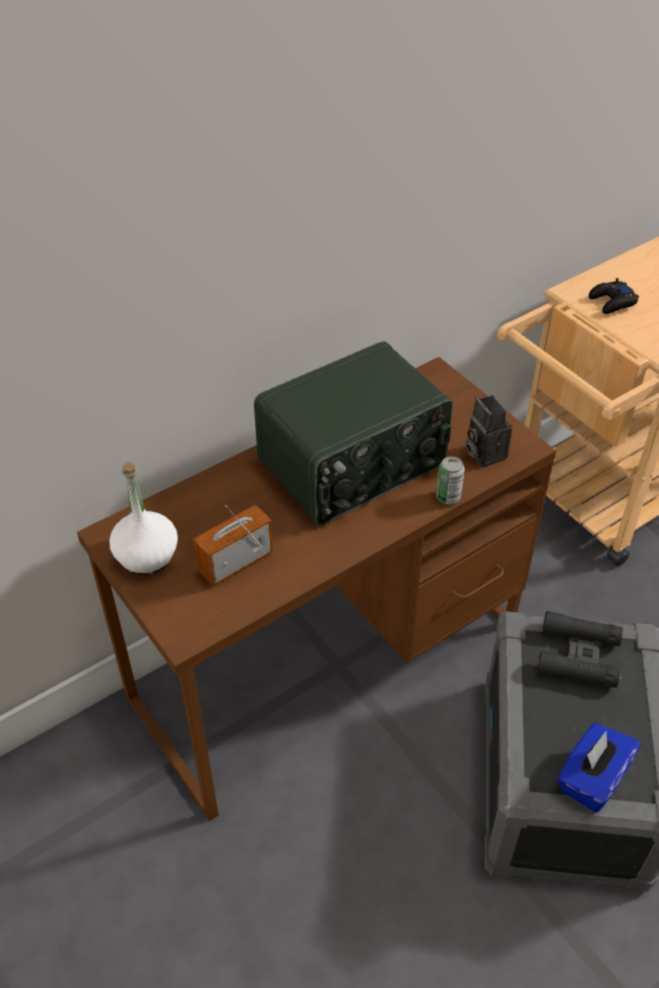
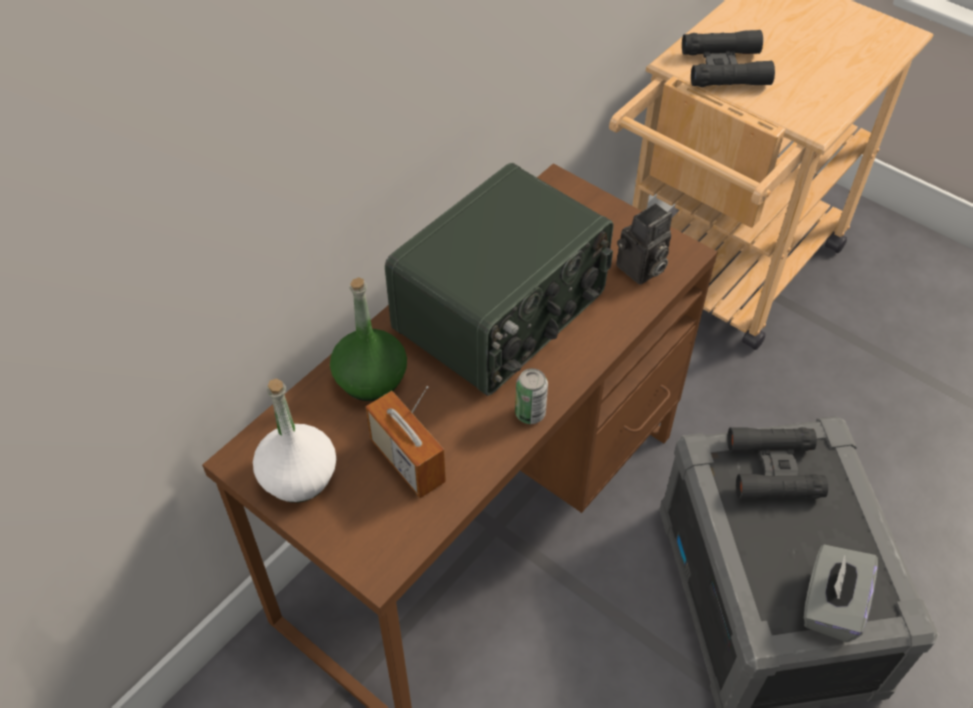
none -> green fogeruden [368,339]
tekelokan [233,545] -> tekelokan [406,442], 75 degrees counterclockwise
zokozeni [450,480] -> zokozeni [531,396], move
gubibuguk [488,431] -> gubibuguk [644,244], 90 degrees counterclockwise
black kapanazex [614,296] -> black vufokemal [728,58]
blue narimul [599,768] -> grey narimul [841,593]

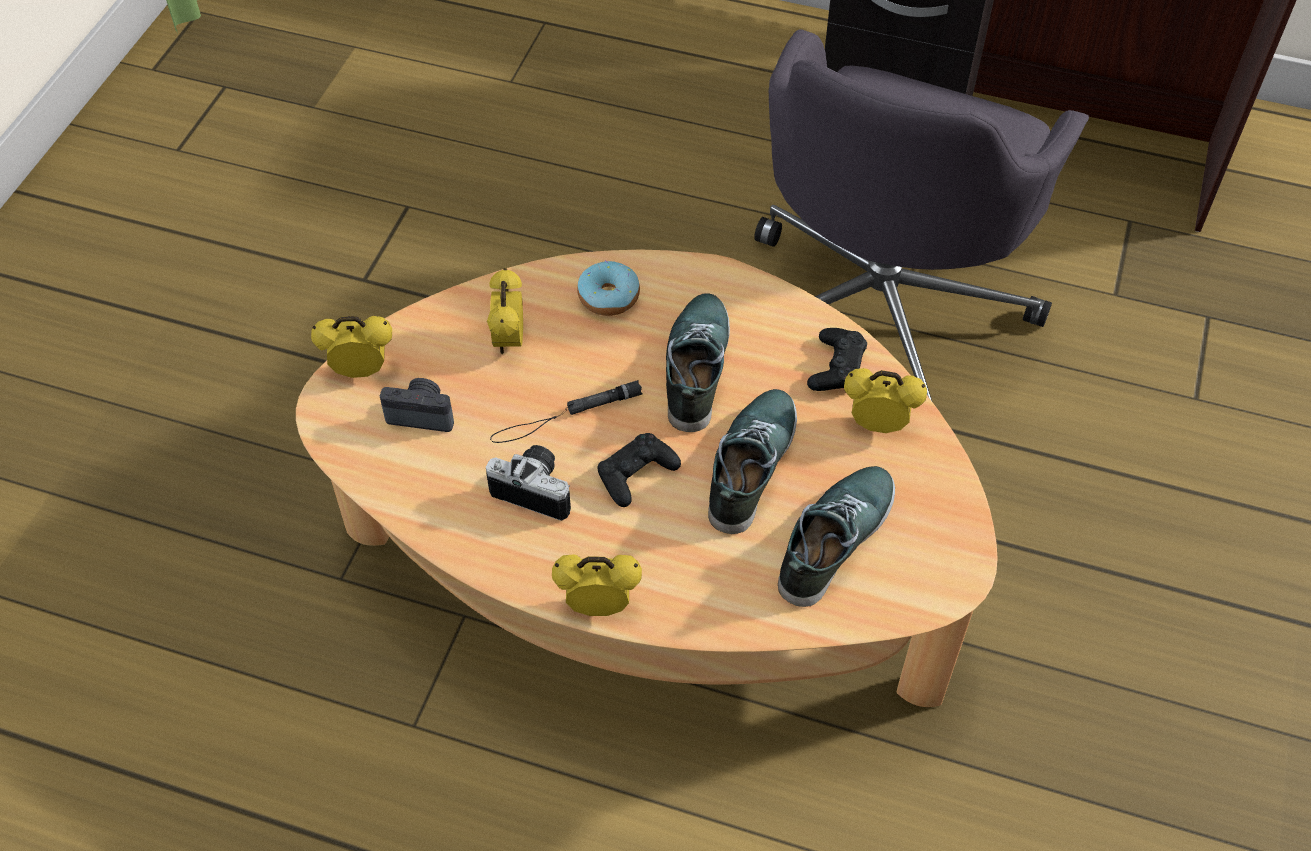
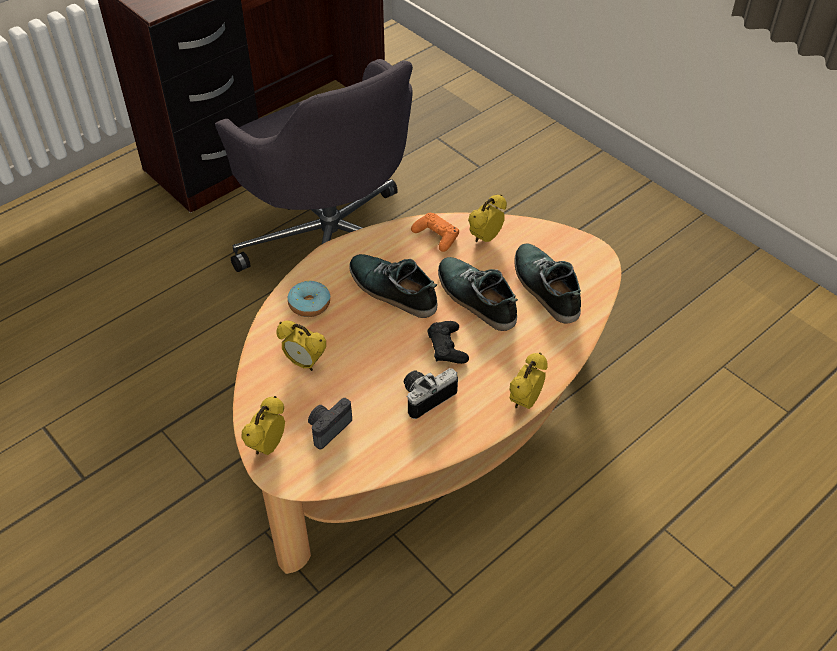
black kapanazex [837,359] -> orange kapanazex [435,232]
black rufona [566,411] -> none

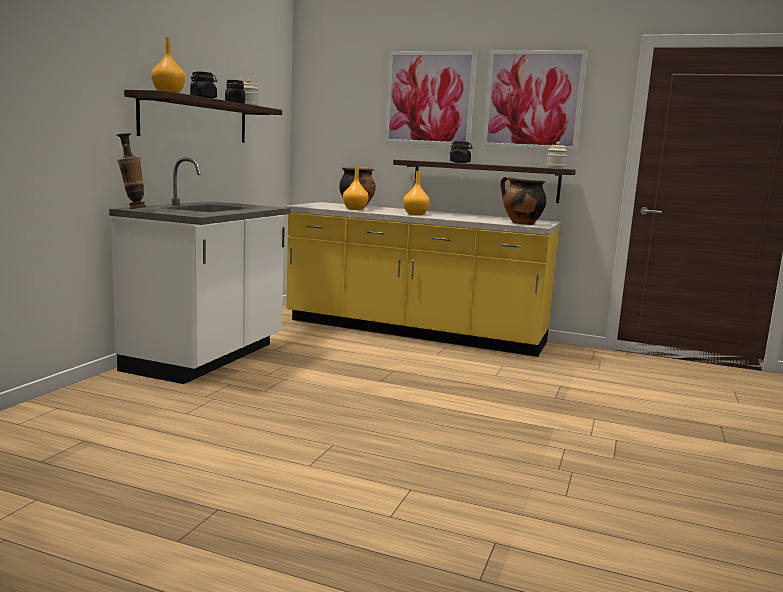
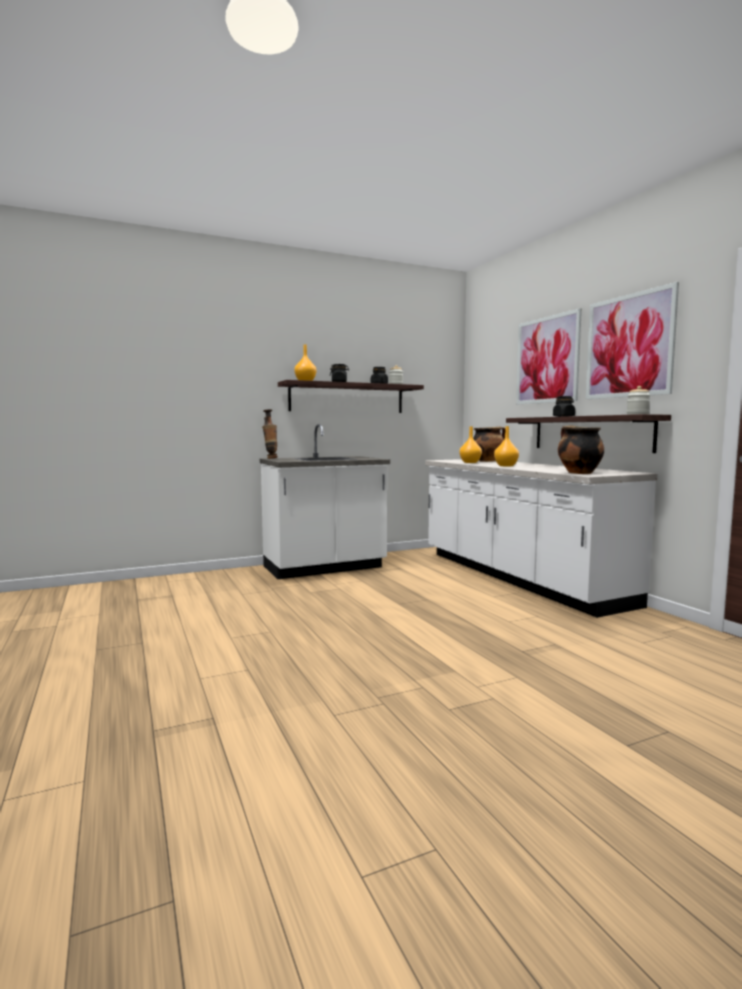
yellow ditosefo [423,279] -> white ditosefo [541,538]

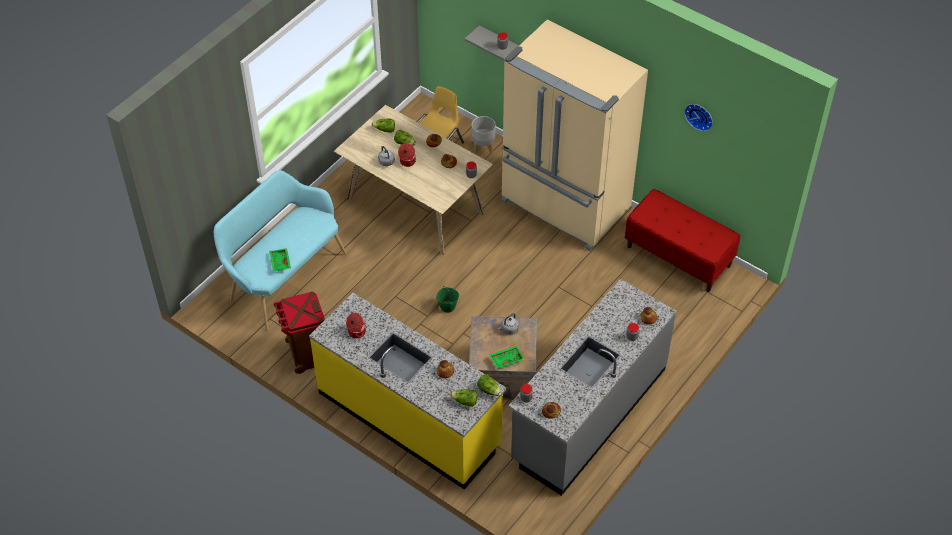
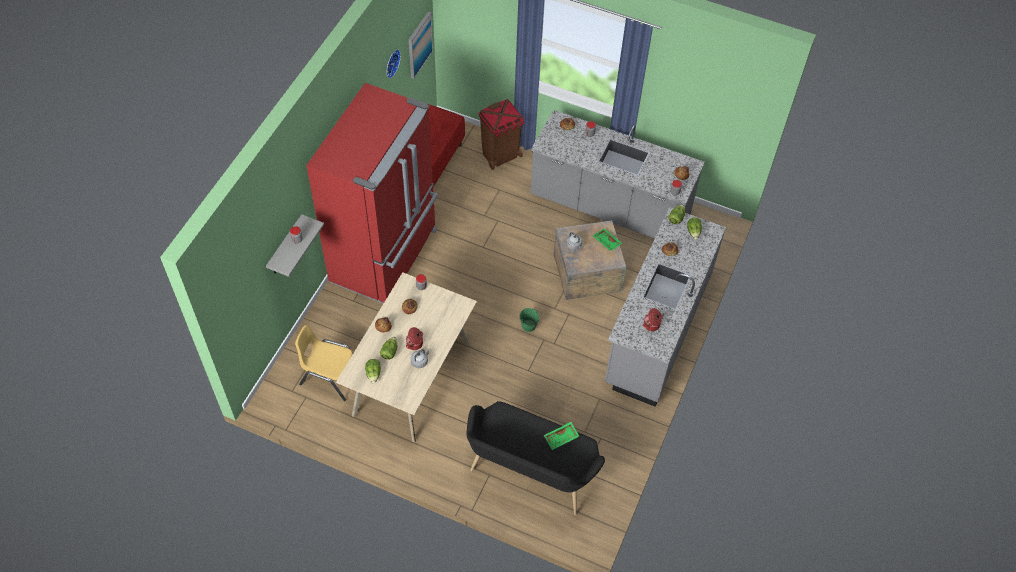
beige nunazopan [574,135] -> red nunazopan [372,193]
none -> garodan [420,45]
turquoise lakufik [280,250] -> black lakufik [535,458]
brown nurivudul [299,333] -> brown nurivudul [502,134], move
yellow ditosefo [408,391] -> grey ditosefo [665,307]
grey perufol [483,135] -> none

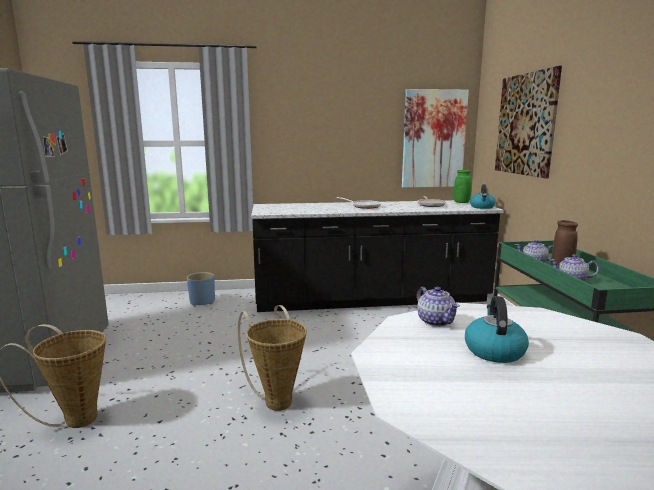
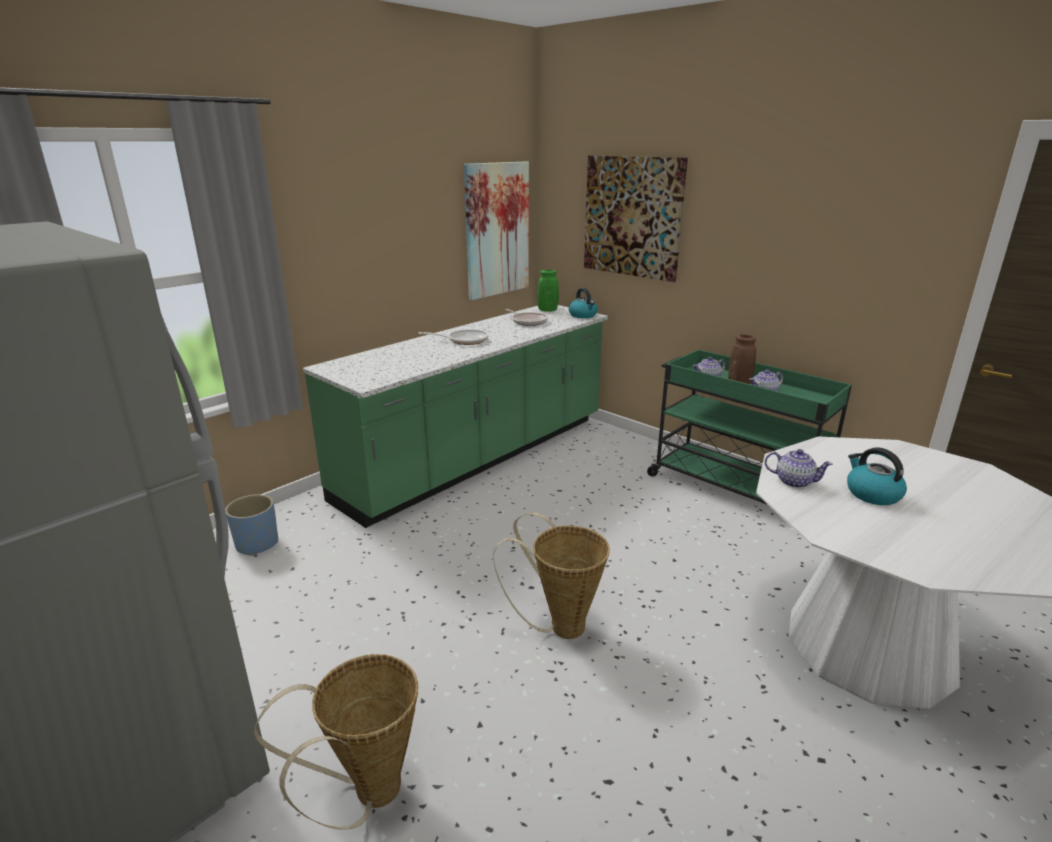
black ditosefo [377,256] -> green ditosefo [455,416]

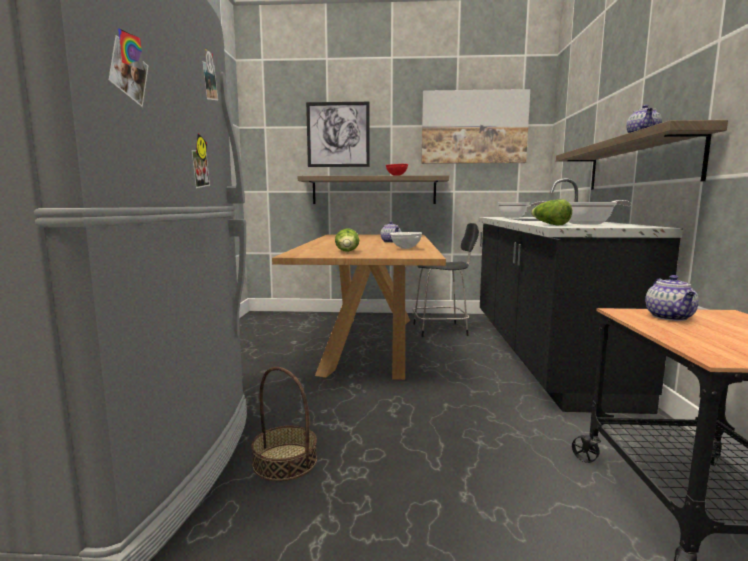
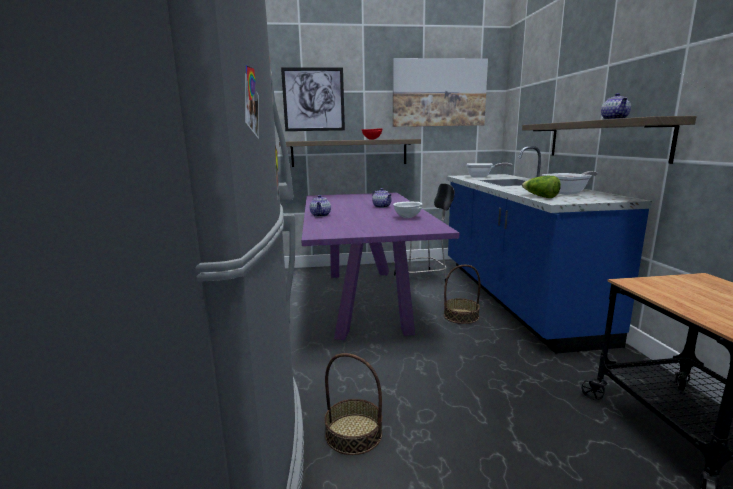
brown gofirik [359,307] -> purple gofirik [380,266]
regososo [672,298] -> regososo [320,206], move
none -> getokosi [462,294]
black ditosefo [580,296] -> blue ditosefo [549,250]
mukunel [347,240] -> none

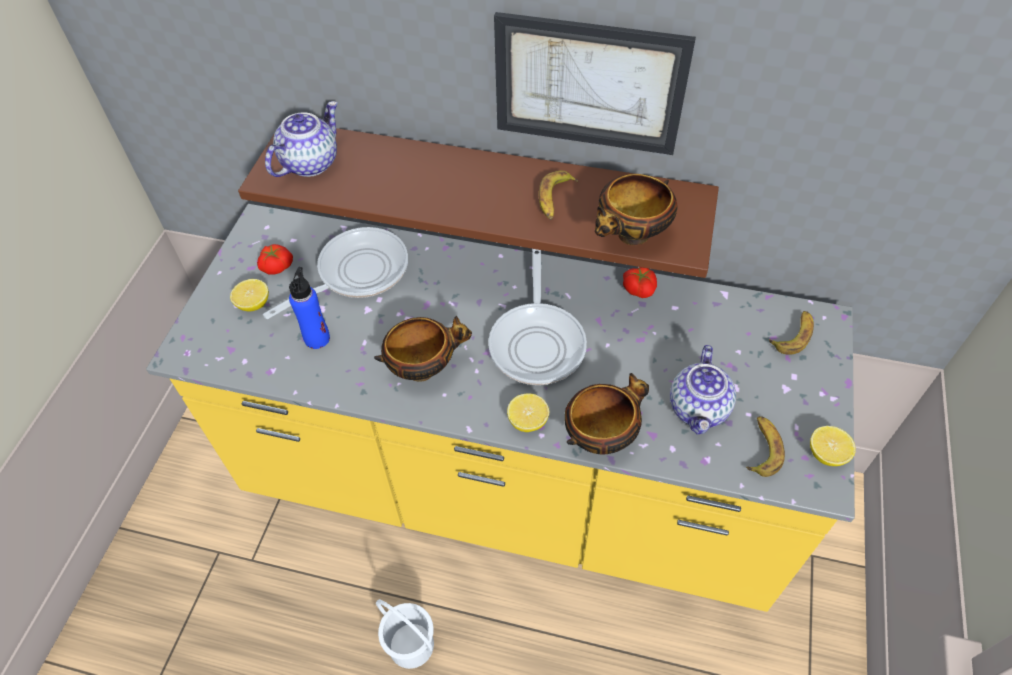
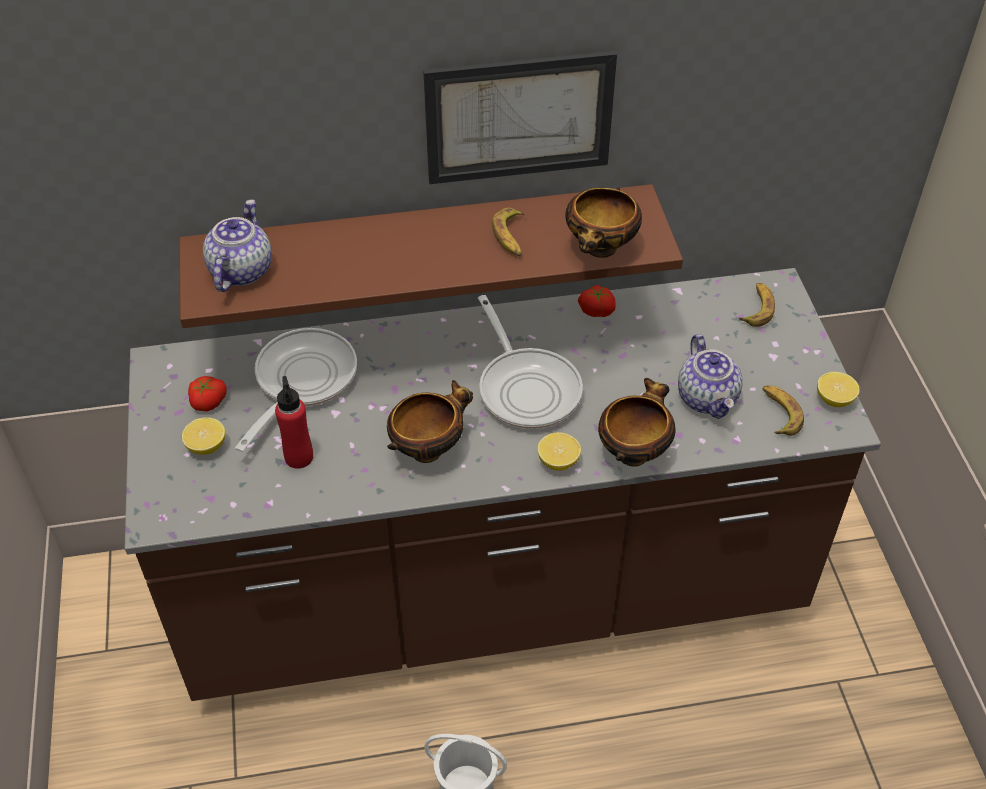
yellow ditosefo [500,408] -> brown ditosefo [503,484]
blue fogeruden [309,308] -> red fogeruden [294,422]

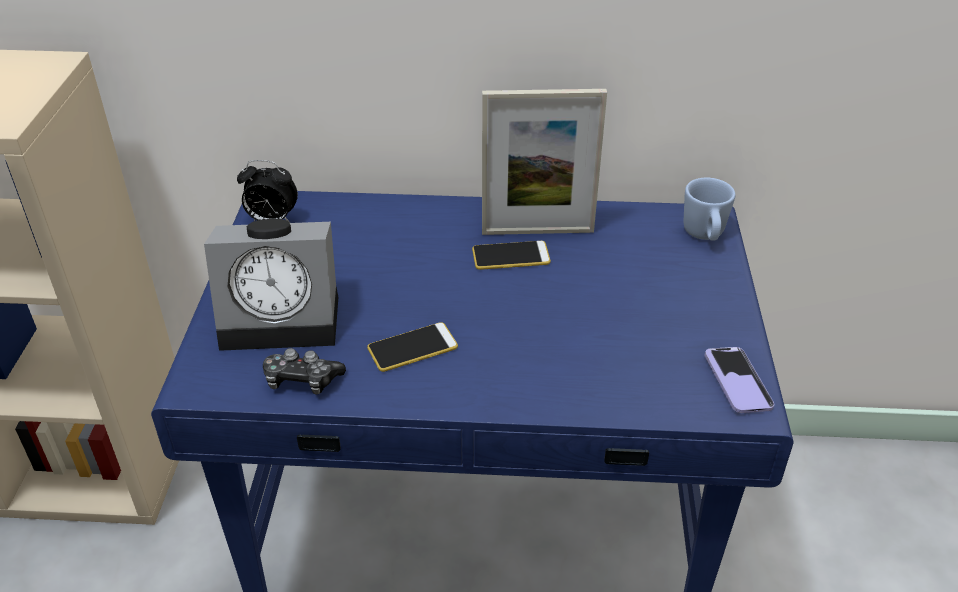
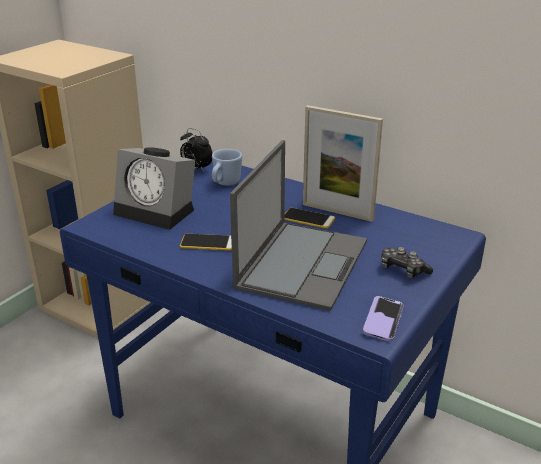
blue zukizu [709,209] -> blue zukizu [227,167], move
none -> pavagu [298,225]
kapanazex [304,371] -> kapanazex [407,263], move

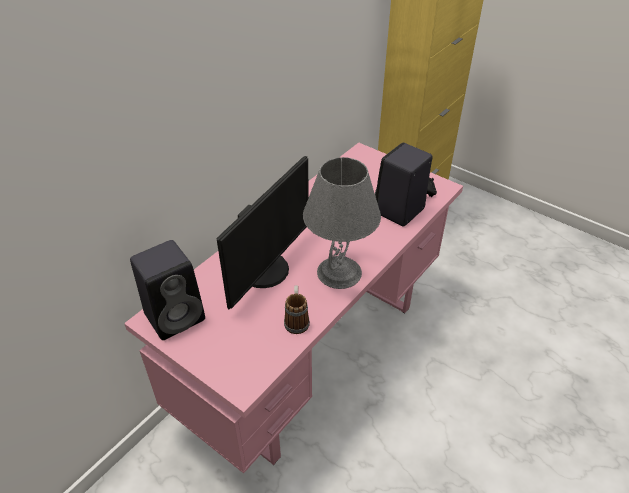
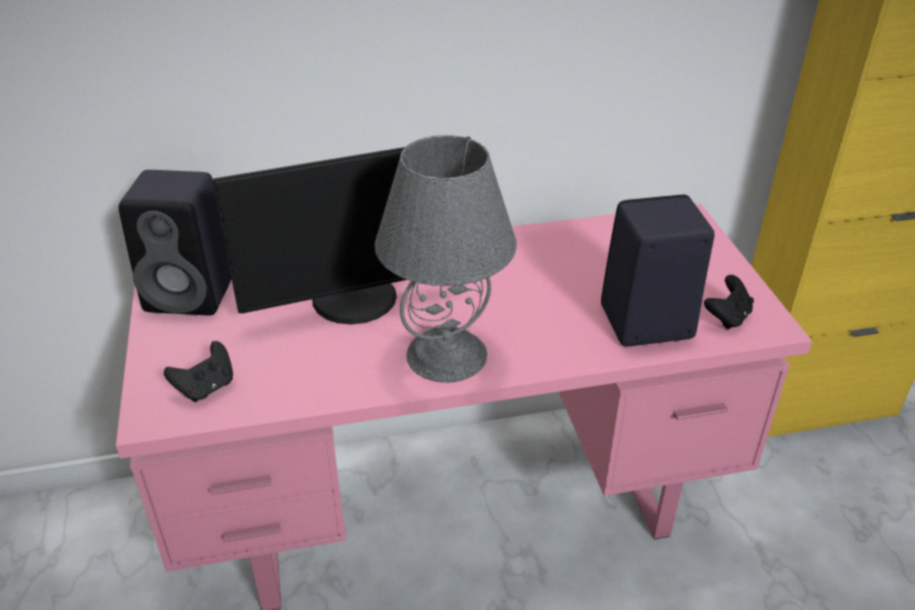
none -> black kapanazex [198,371]
zukizu [297,309] -> none

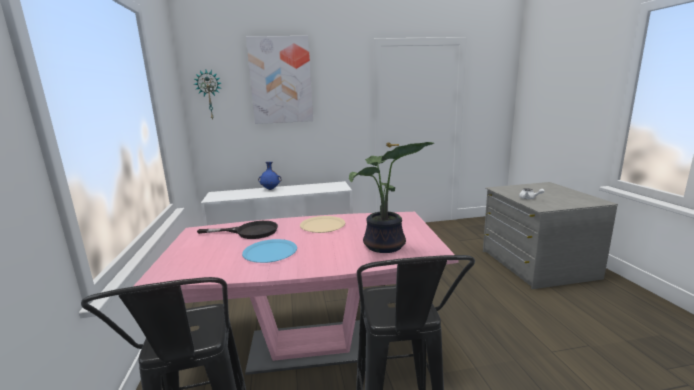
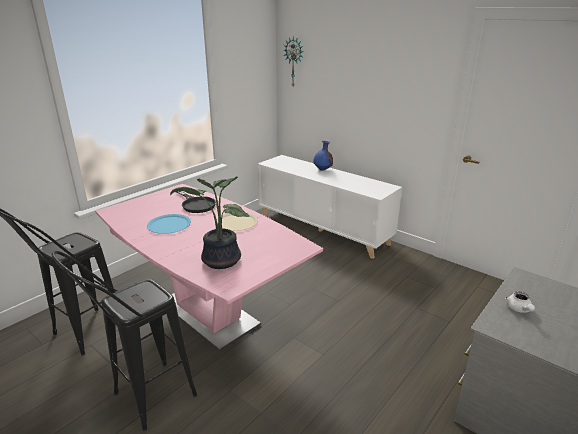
garodan [279,80] -> none

